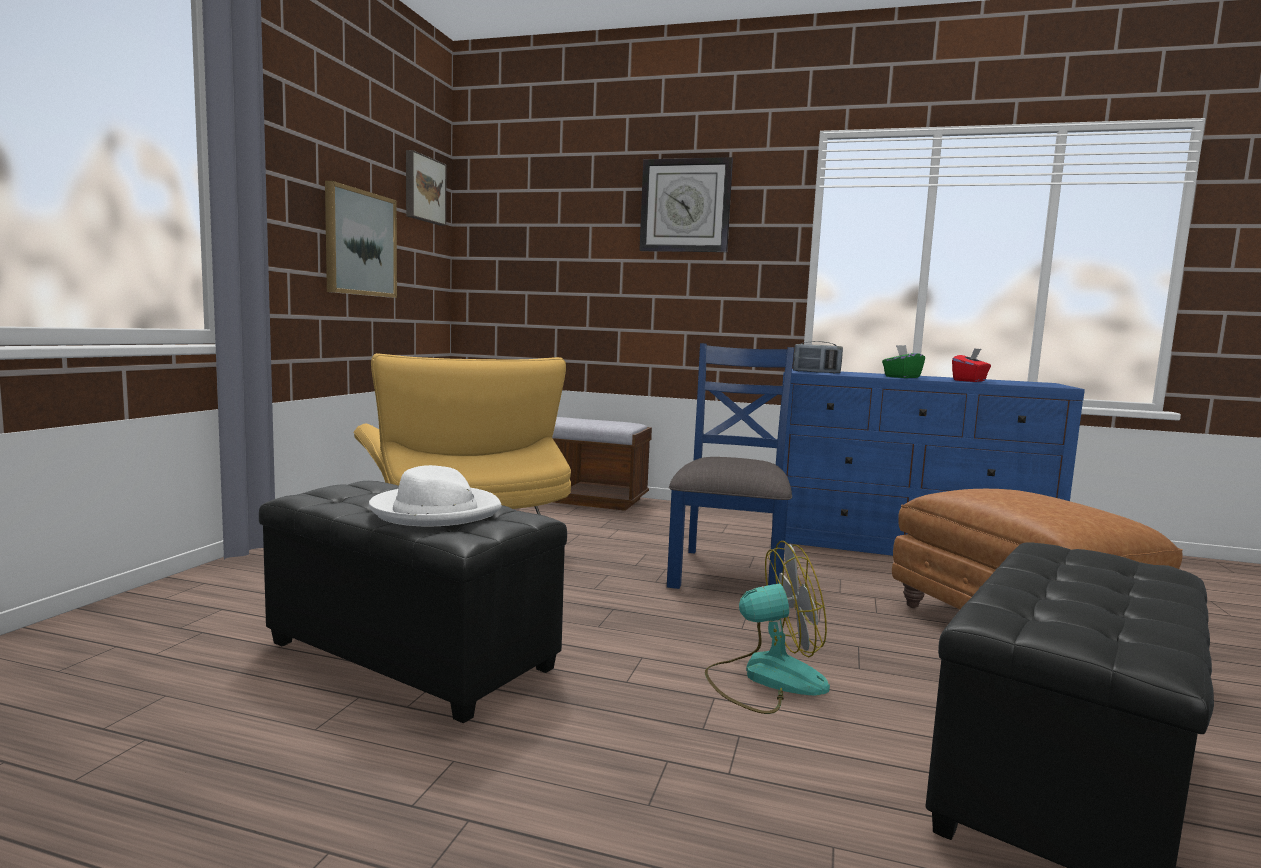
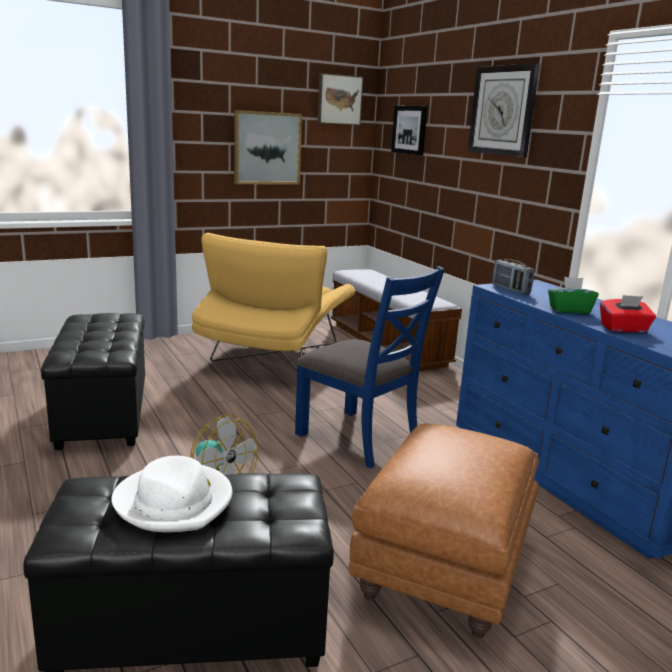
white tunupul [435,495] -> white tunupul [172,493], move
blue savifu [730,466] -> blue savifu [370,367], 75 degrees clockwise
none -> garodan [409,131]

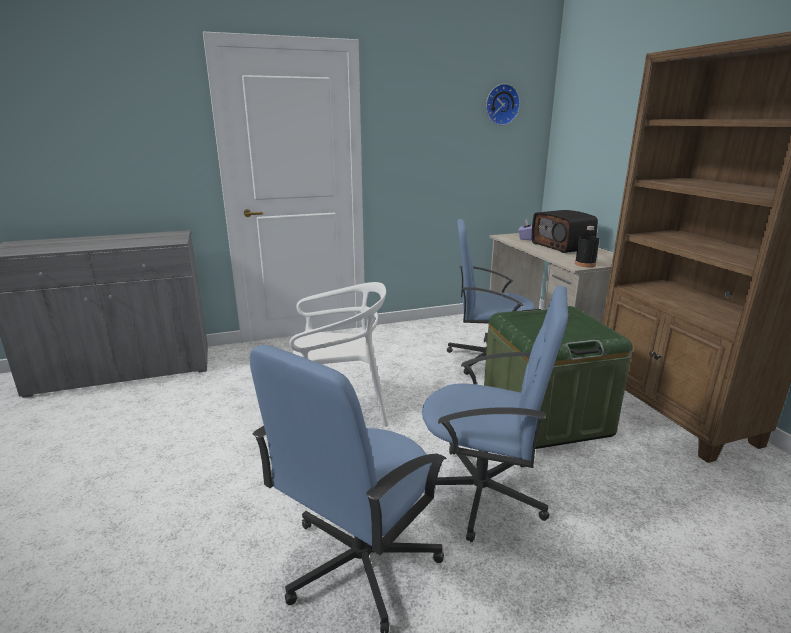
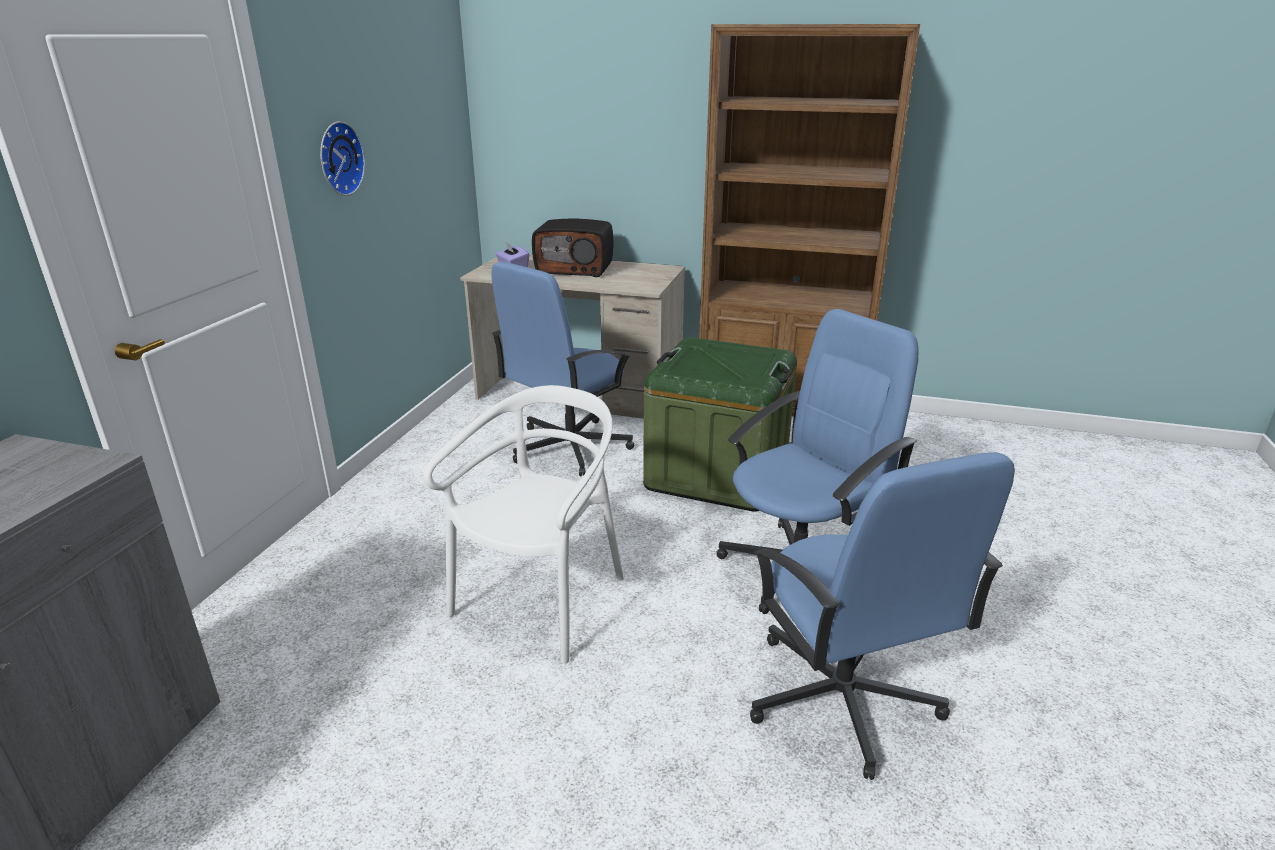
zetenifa [503,104] -> zetenifa [342,158], move
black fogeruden [587,246] -> none

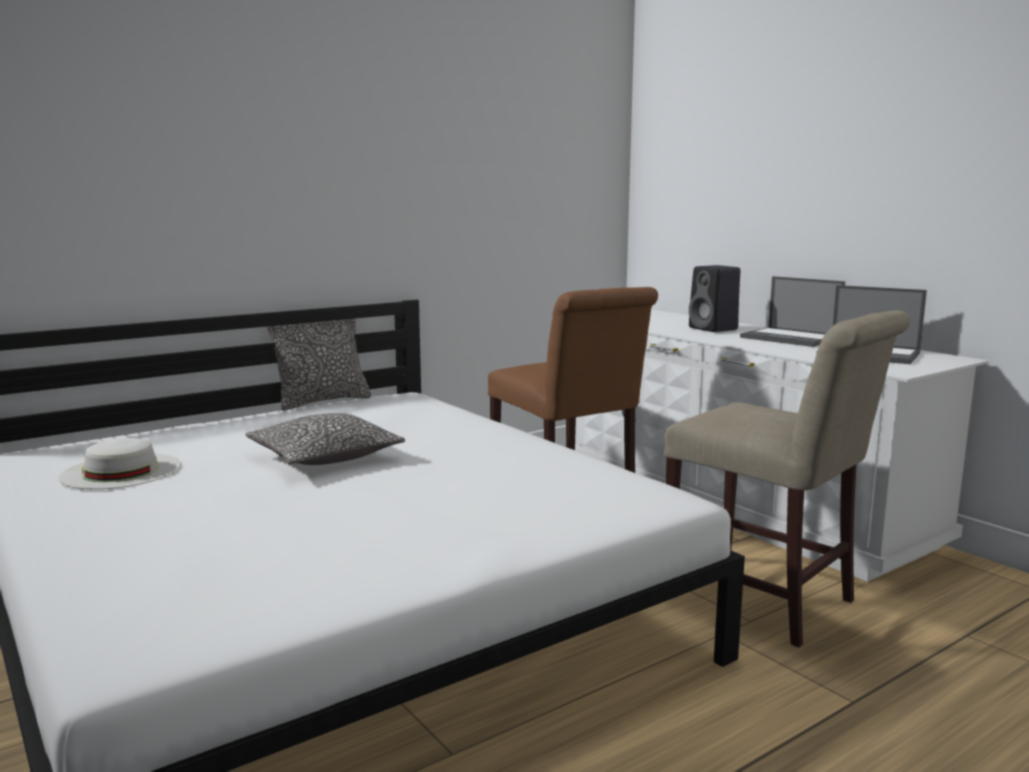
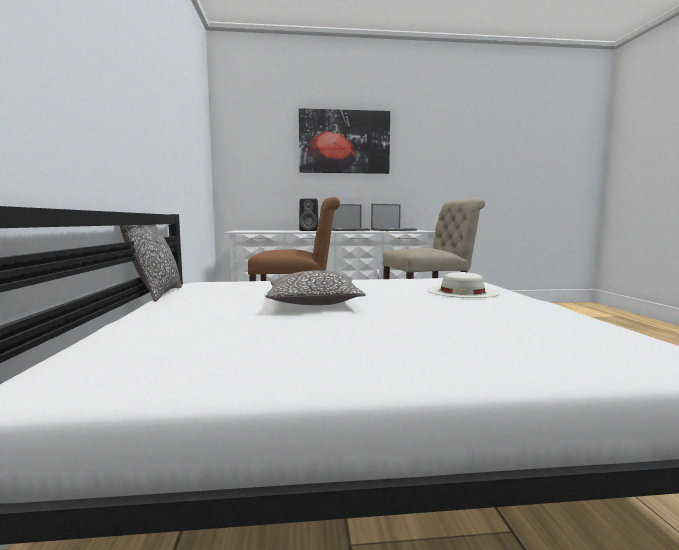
none -> garodan [344,141]
white tunupul [120,463] -> white tunupul [463,285], move

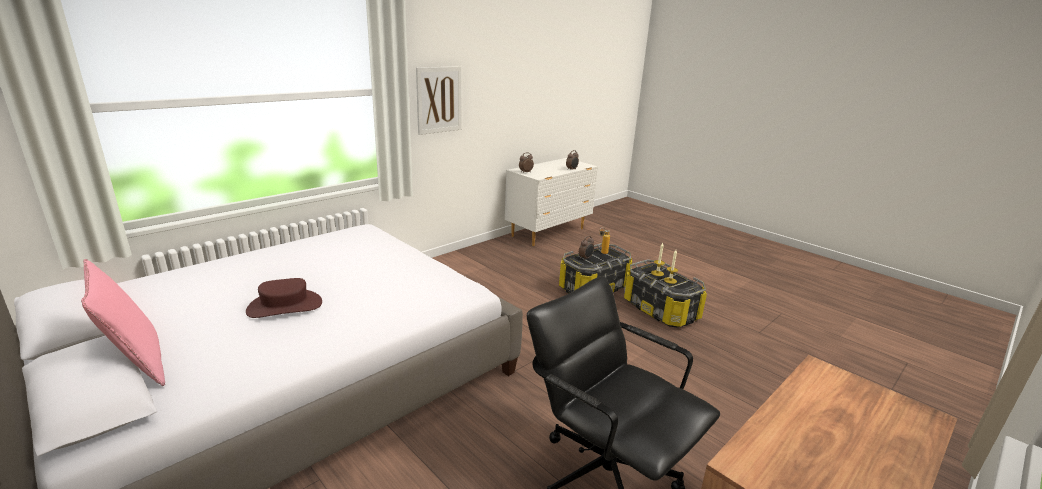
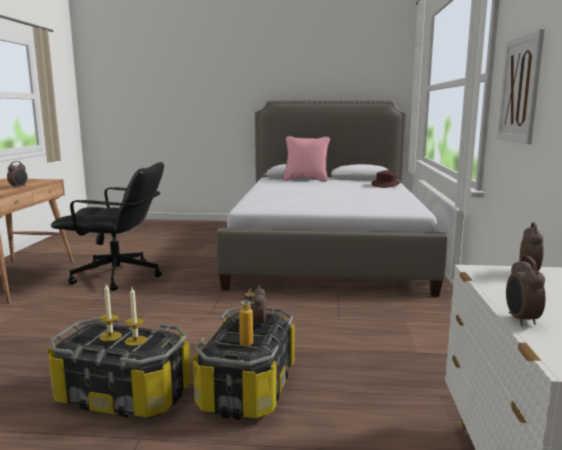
none -> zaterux [17,174]
brown tunupul [284,298] -> brown tunupul [386,179], move

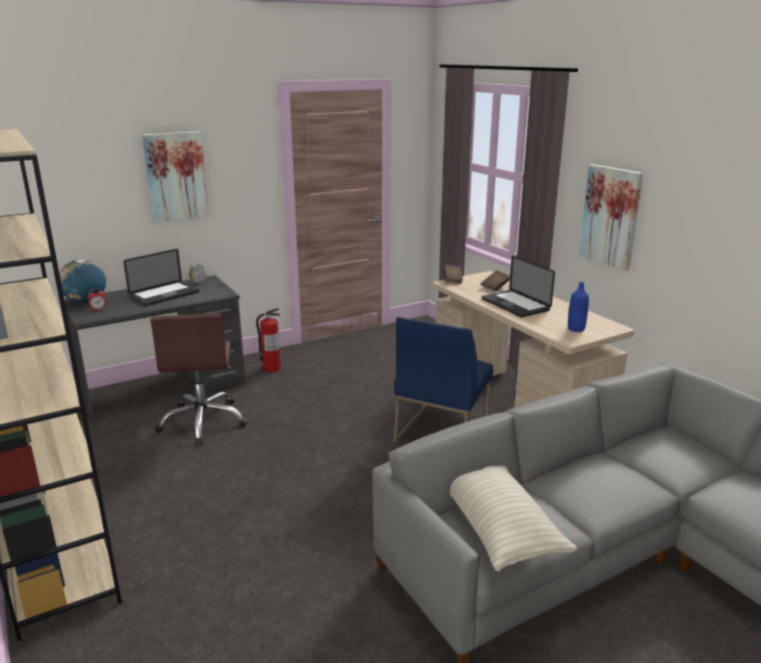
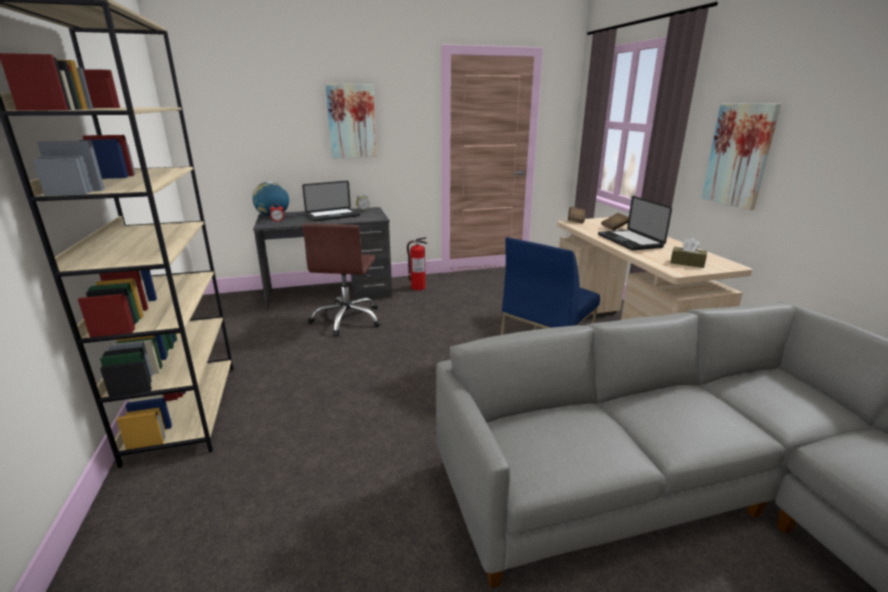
blue fogeruden [578,307] -> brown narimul [688,253]
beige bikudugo [513,518] -> none

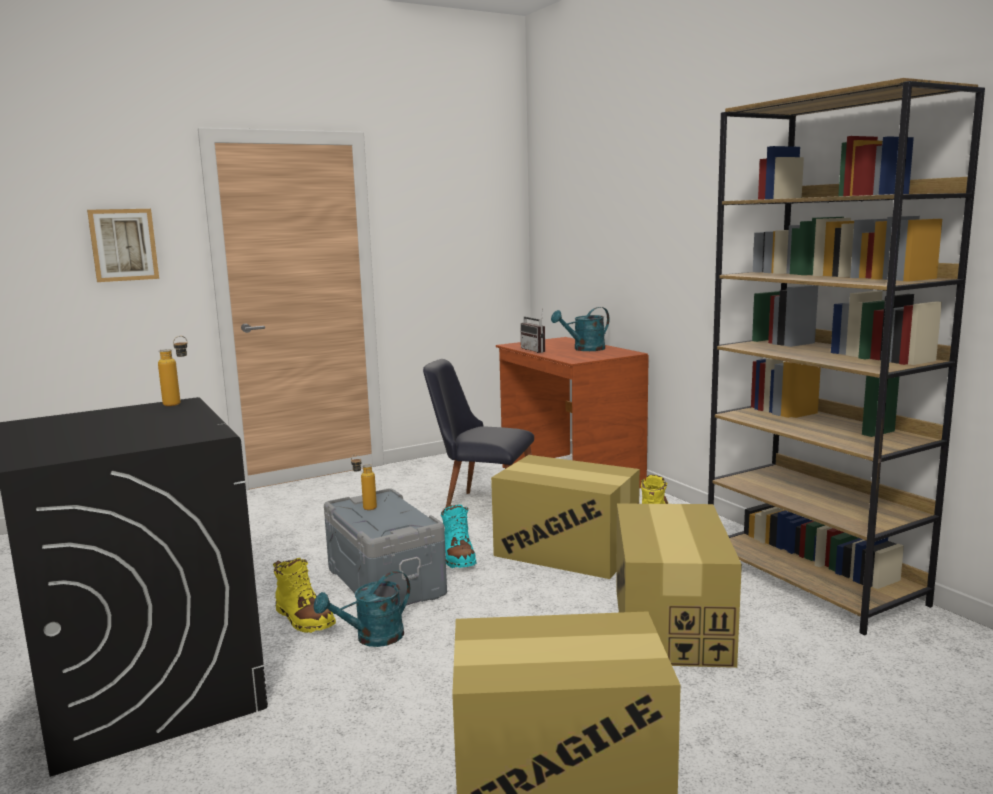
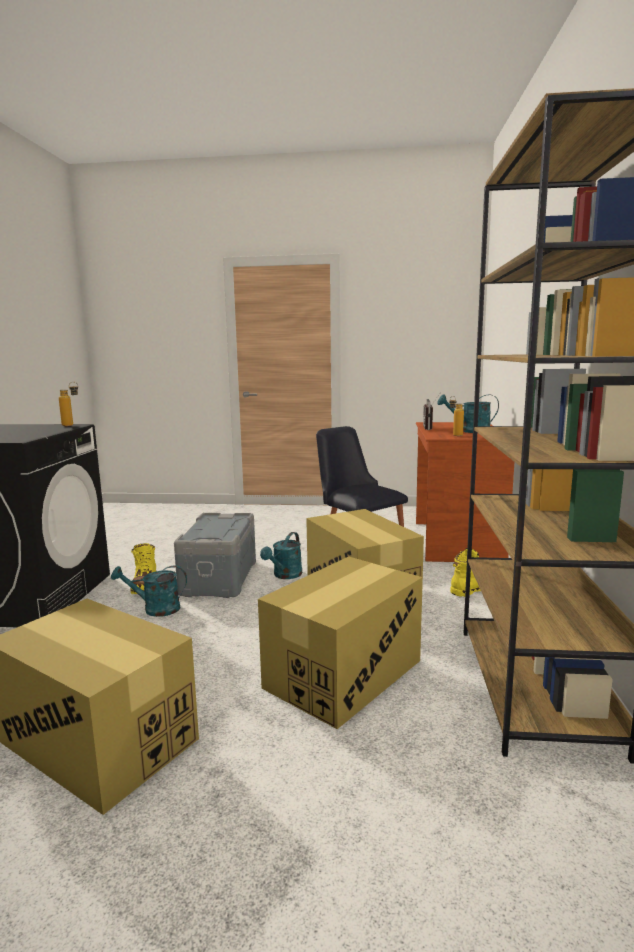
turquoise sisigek [458,536] -> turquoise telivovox [281,555]
fogeruden [364,482] -> fogeruden [456,416], move
garodan [123,245] -> none

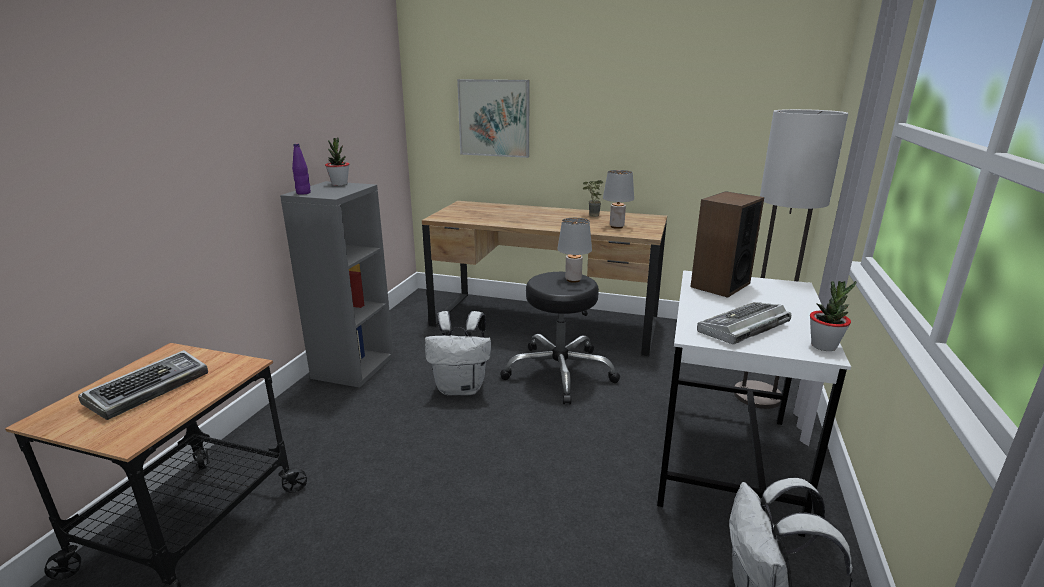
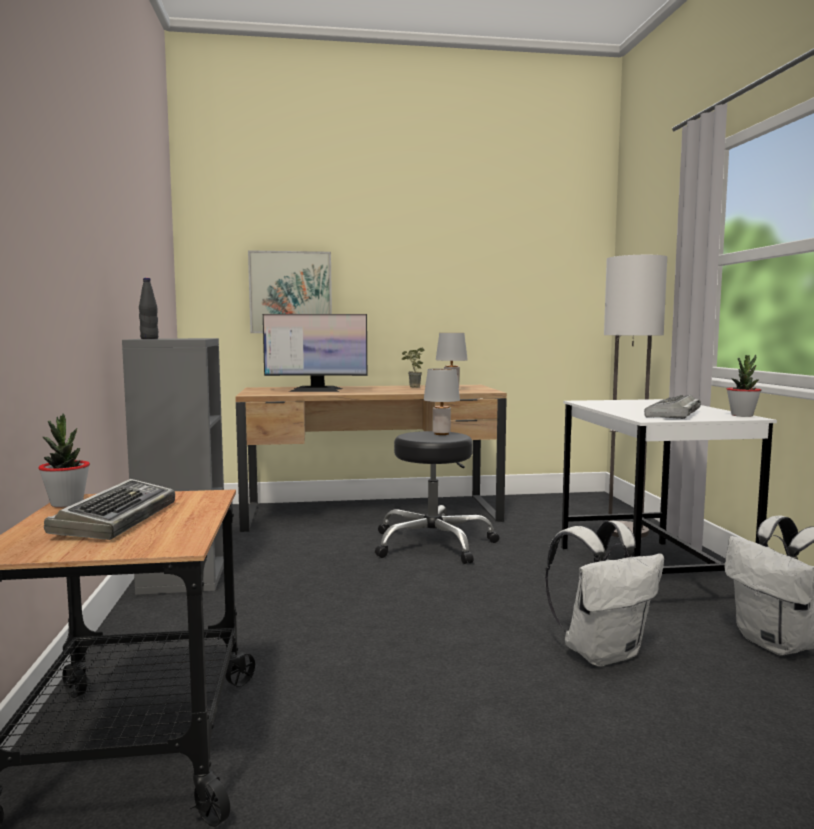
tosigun [337,161] -> tosigun [64,460], move
purple fogeruden [301,169] -> black fogeruden [149,308]
none -> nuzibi [315,353]
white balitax [458,353] -> white balitax [604,594], move
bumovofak [727,244] -> none

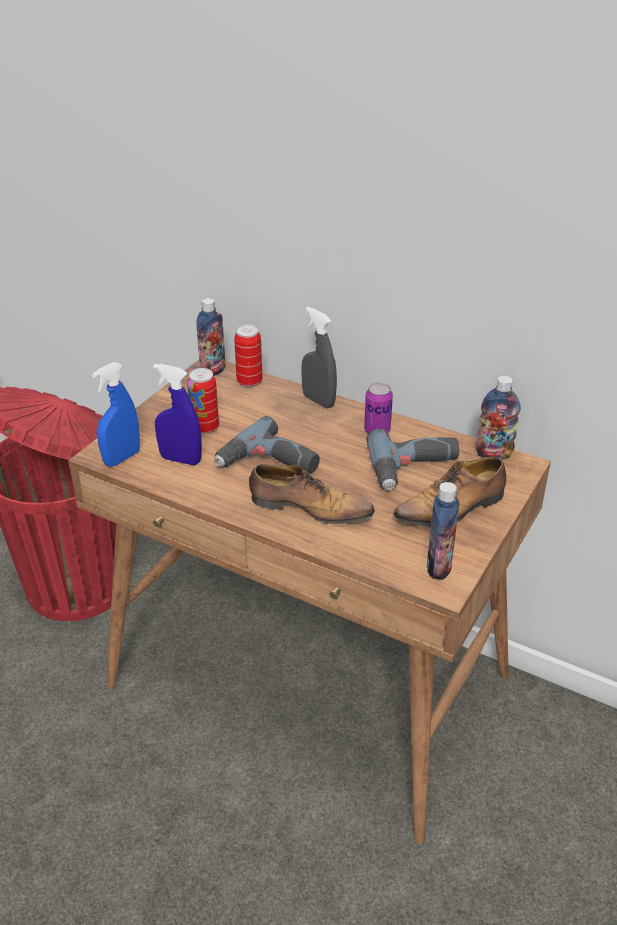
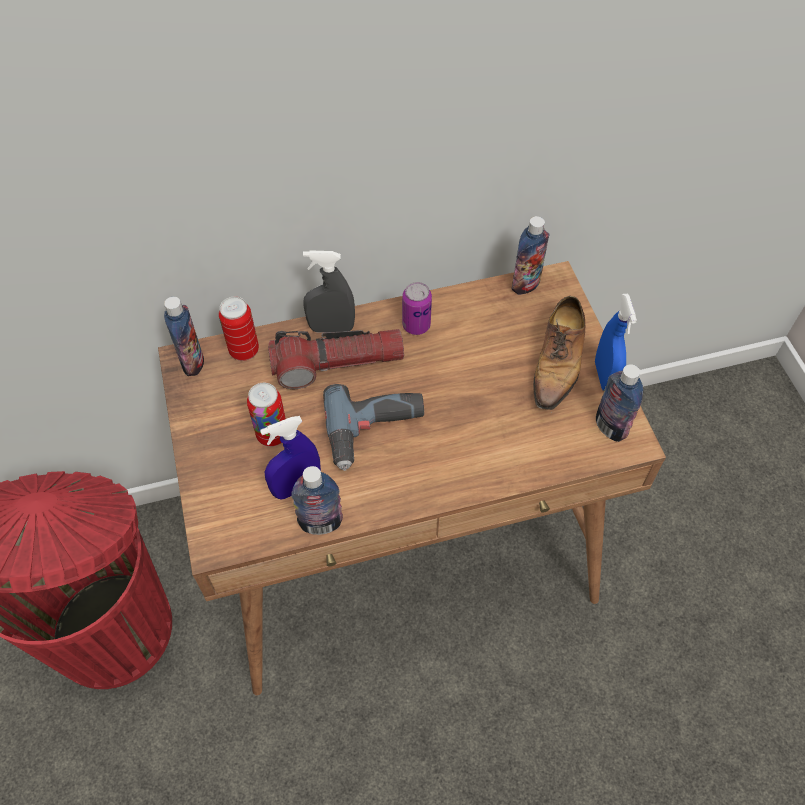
none -> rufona [336,359]
none -> fogeruden [317,500]
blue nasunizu [116,414] -> blue nasunizu [616,342], move
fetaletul [312,494] -> none
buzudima [412,459] -> none

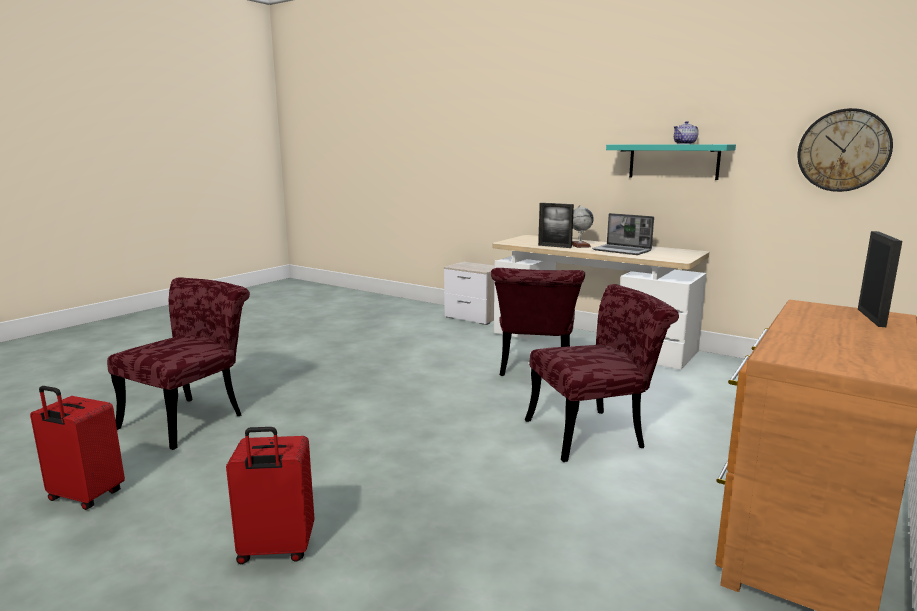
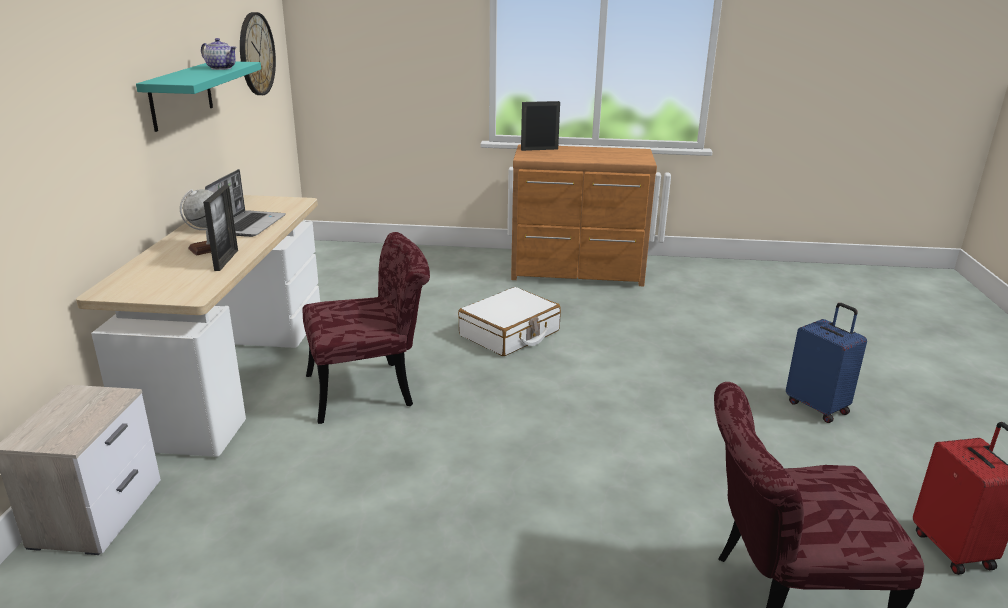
red savifu [602,373] -> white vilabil [509,321]
red vilabil [270,495] -> blue vilabil [826,363]

